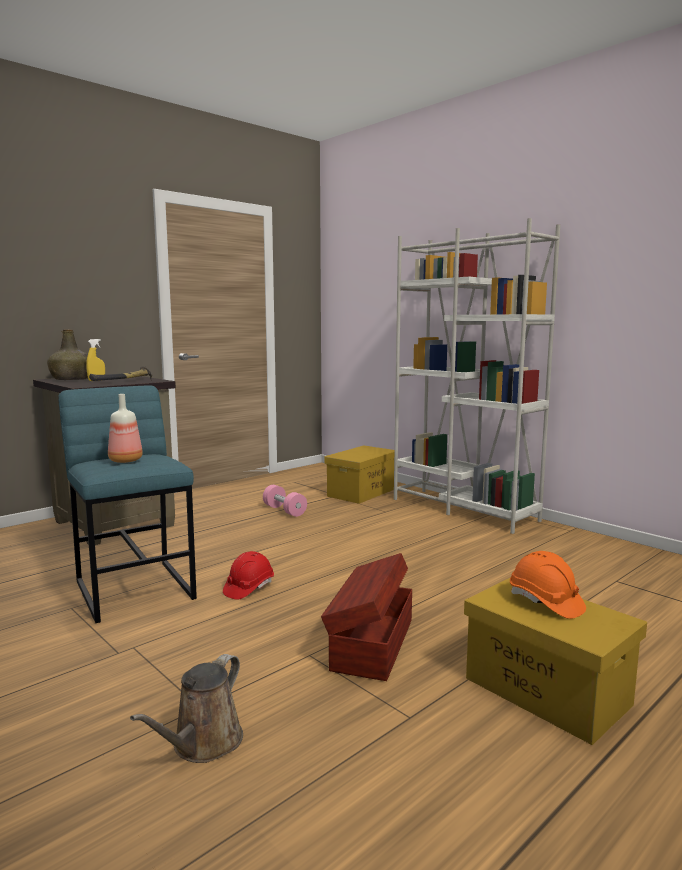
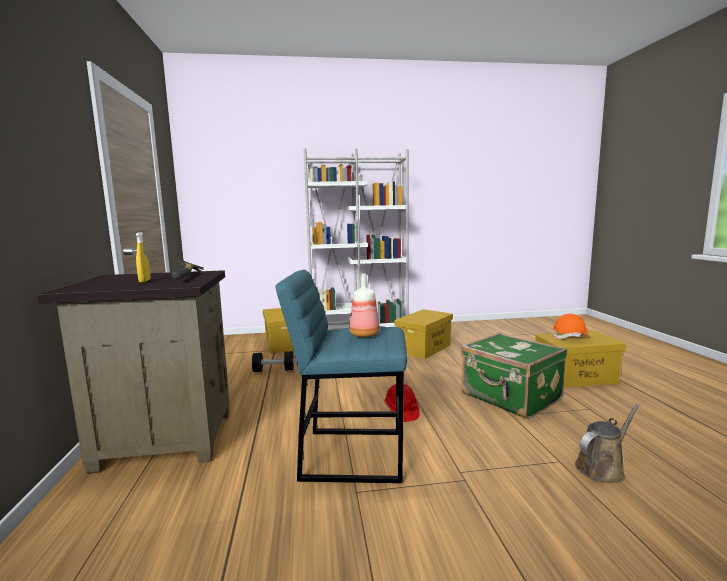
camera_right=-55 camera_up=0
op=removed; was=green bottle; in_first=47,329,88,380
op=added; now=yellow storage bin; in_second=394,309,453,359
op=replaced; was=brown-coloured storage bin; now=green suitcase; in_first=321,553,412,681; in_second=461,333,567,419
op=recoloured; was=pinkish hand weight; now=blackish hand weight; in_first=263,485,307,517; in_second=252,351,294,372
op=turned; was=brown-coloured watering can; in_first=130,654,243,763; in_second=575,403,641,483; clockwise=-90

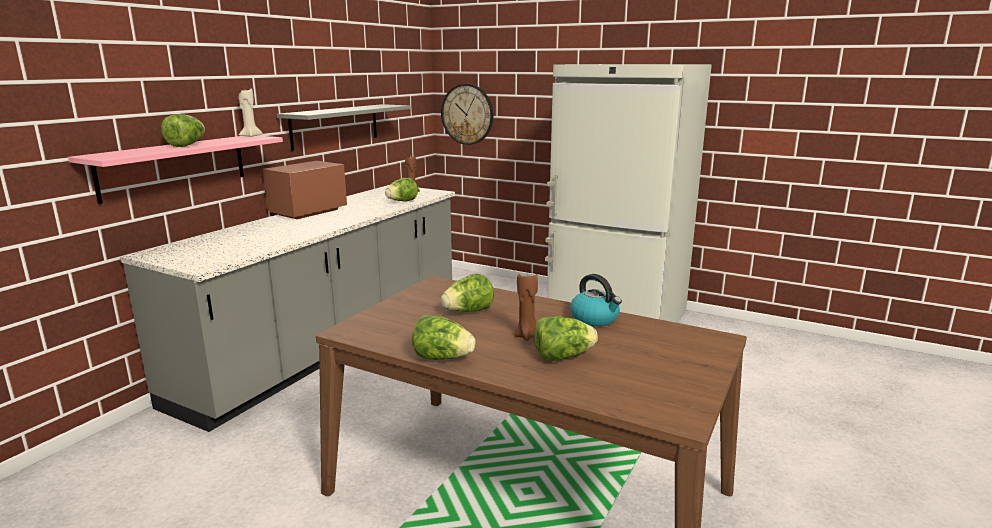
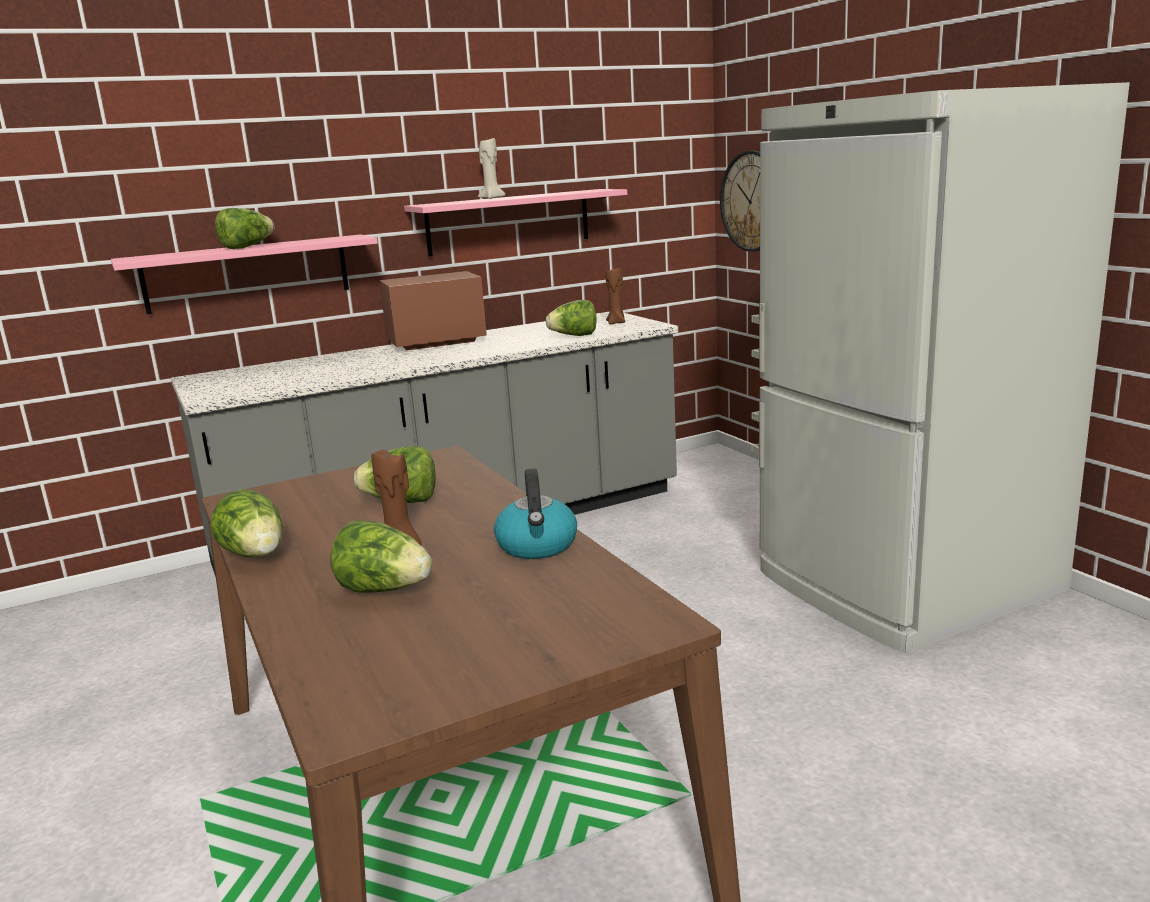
camera_right=35 camera_up=0
op=moved; was=beige candle; in_first=239,88,263,137; in_second=478,137,505,199
op=recoloured; was=gray wall shelf; now=pinkish wall shelf; in_first=277,104,410,151; in_second=404,189,627,256

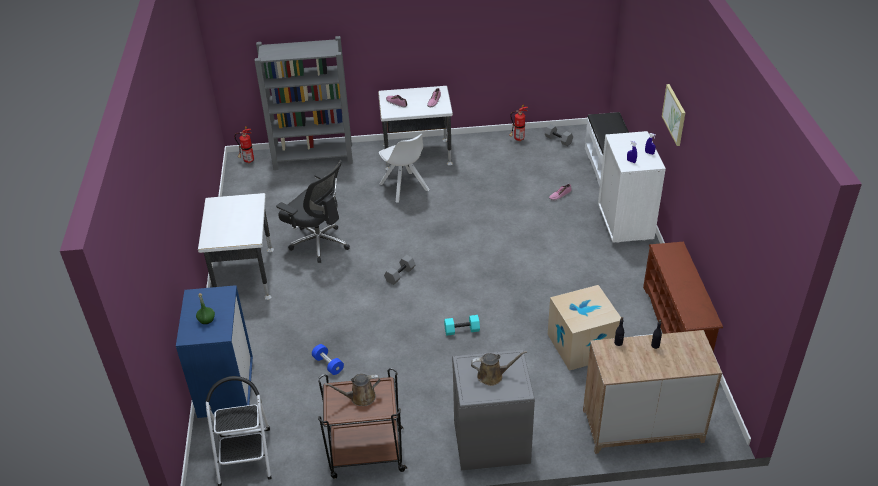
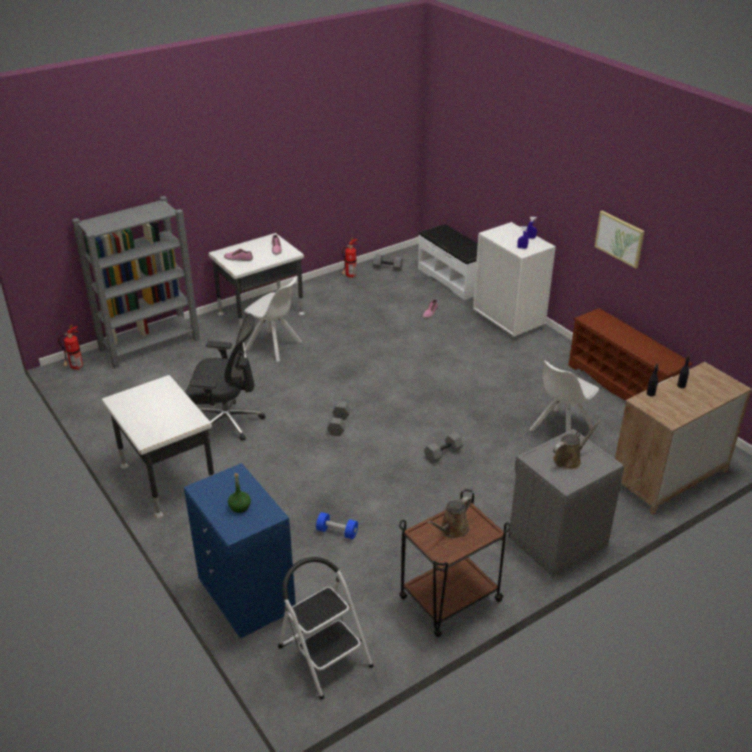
camera_right=-30 camera_up=-5
op=moved; was=picture; in_first=662,84,685,146; in_second=595,211,645,269
op=replaced; was=cardboard box; now=white-coloured upright chair; in_first=548,285,621,371; in_second=530,360,599,432
op=recoloured; was=turquoise-coloured hand weight; now=gray hand weight; in_first=444,315,480,336; in_second=424,432,463,464

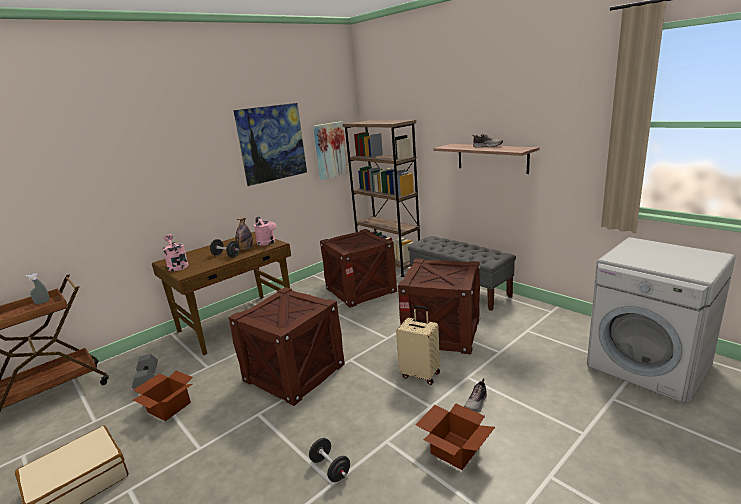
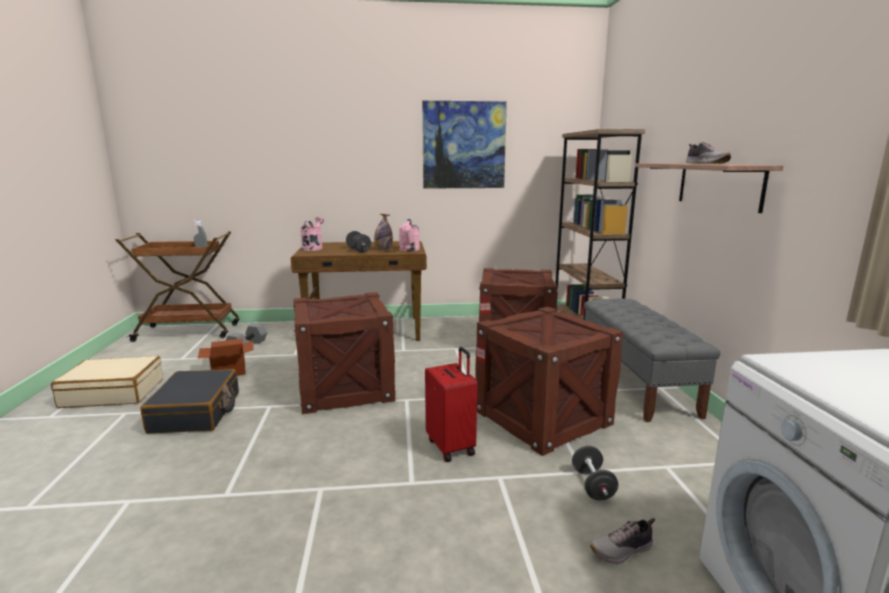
camera_right=35 camera_up=-5
op=removed; was=picture; in_first=313,121,348,180
op=removed; was=cardboard box; in_first=415,403,495,470
op=added; now=blackish suitcase; in_second=140,369,239,434
op=moved; was=blackish hand weight; in_first=309,438,350,482; in_second=572,446,618,500
op=moved; was=low shoe; in_first=464,378,487,413; in_second=590,518,655,564
op=recoloured; was=beige suitcase; now=red-coloured suitcase; in_first=396,305,440,385; in_second=425,347,477,462

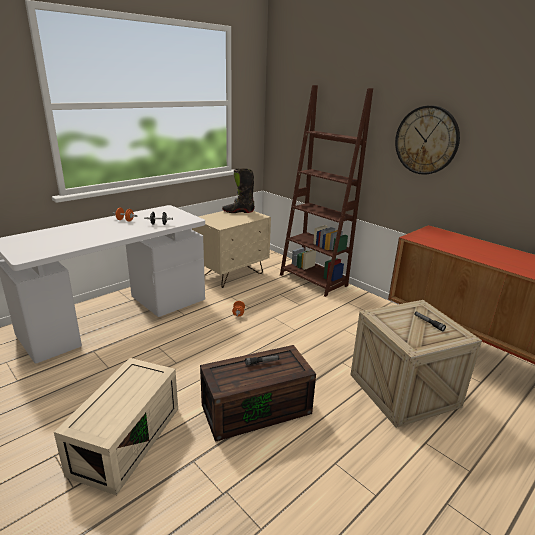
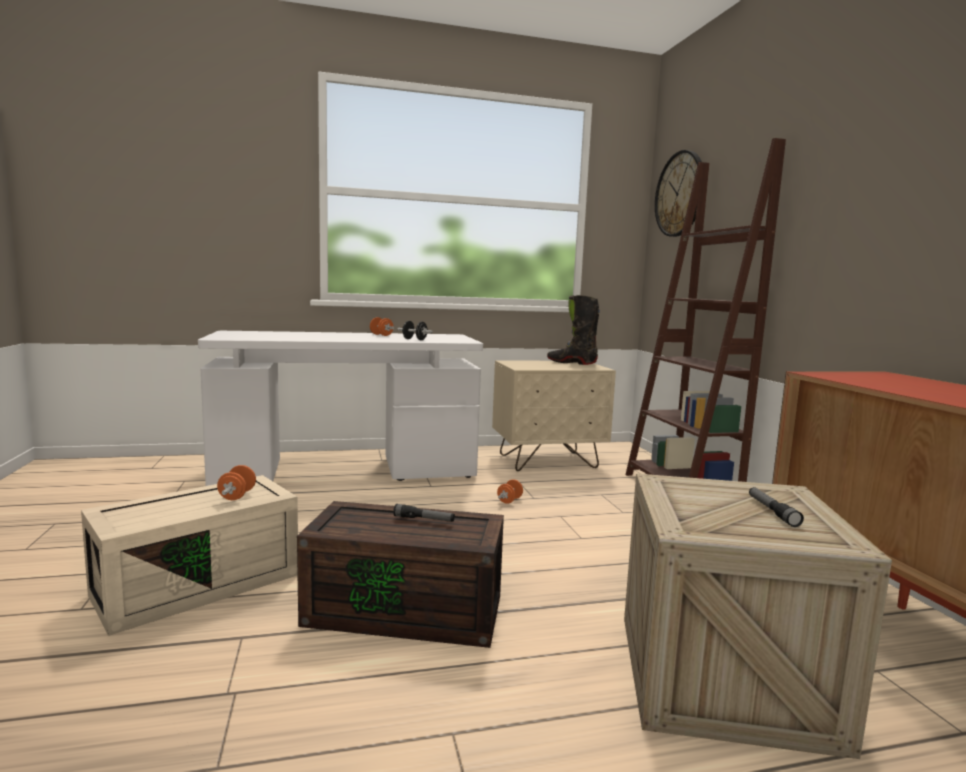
camera_right=30 camera_up=-15
op=added; now=orange hand weight; in_second=217,465,256,500
op=moved; was=clock on the wall; in_first=395,106,460,175; in_second=655,150,702,237

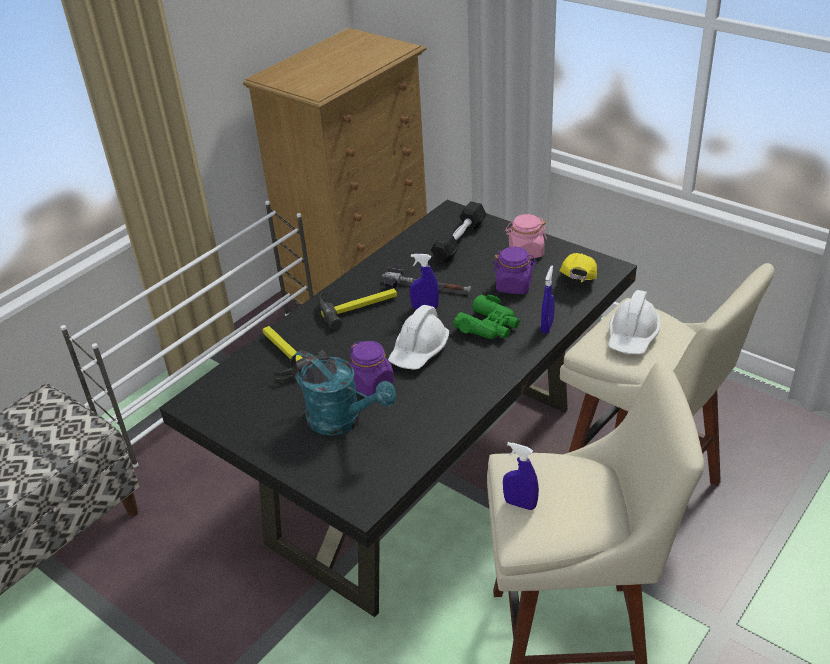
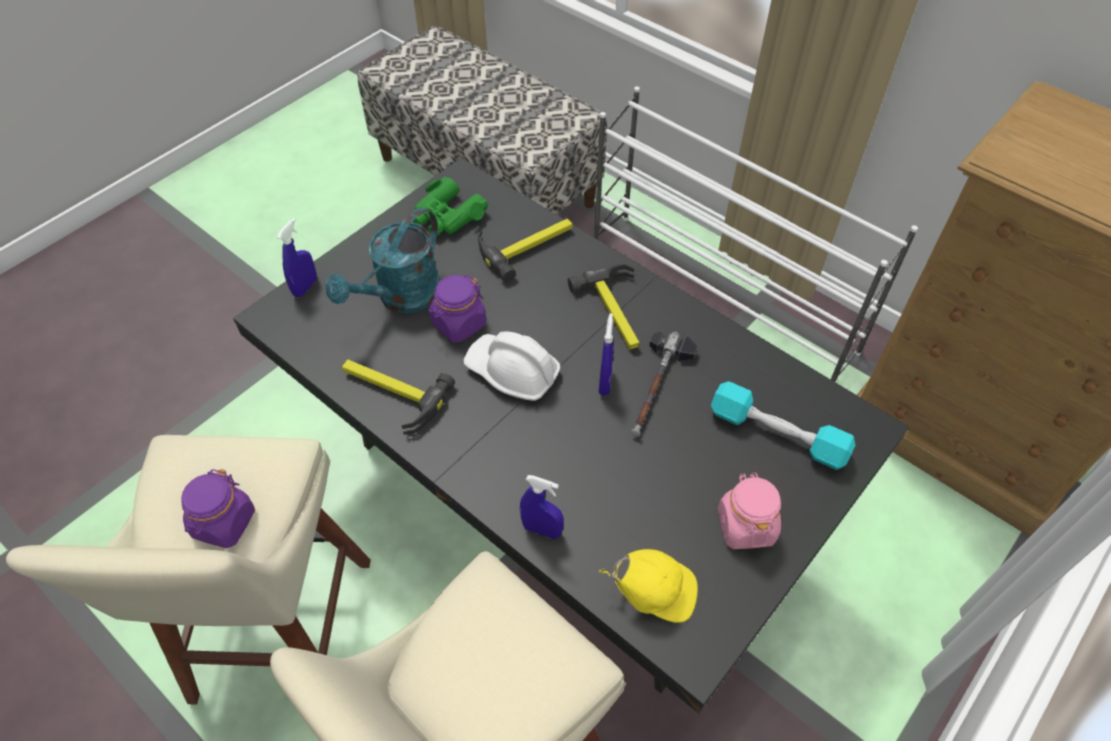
camera_right=90 camera_up=15
op=removed; was=white-coloured work helmet; in_first=609,290,660,354
op=added; now=hand hammer; in_second=342,360,455,435
op=moved; was=green binoculars; in_first=453,295,520,339; in_second=413,177,488,236
op=moved; was=purple-coloured preserve jar; in_first=493,247,537,294; in_second=181,469,255,548
op=moved; was=bluish spray bottle; in_first=503,442,539,510; in_second=277,218,317,298
op=recoloured; was=blackish hand weight; now=turquoise-coloured hand weight; in_first=431,201,487,263; in_second=711,381,855,470

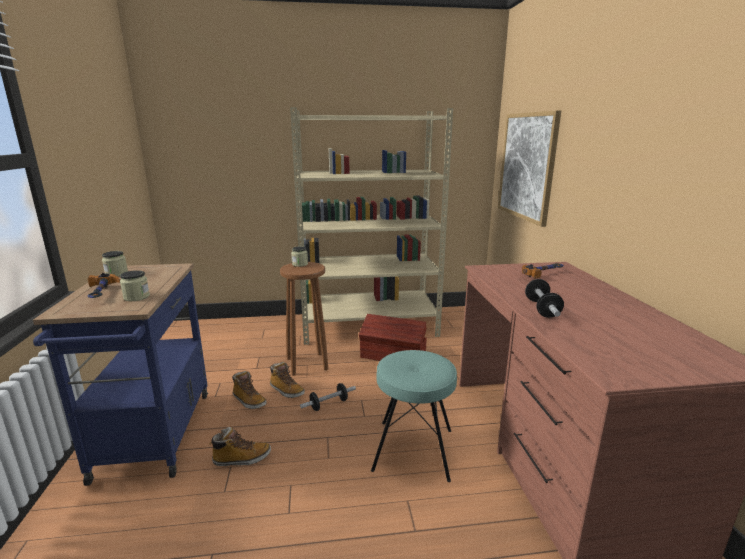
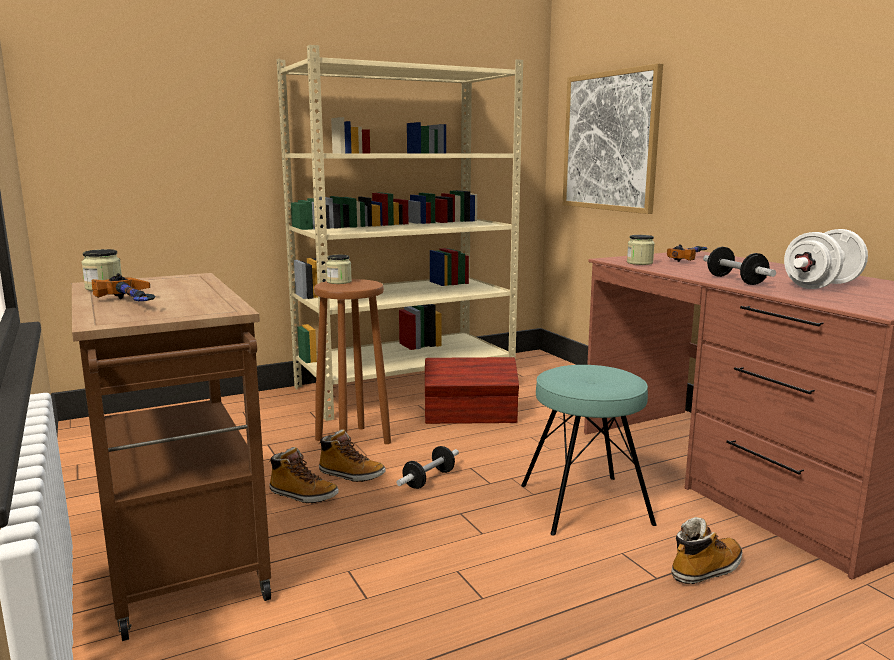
camera_right=-20 camera_up=-5
op=added; now=white-coloured hand weight; in_second=784,229,868,289
op=moved; was=preserve jar; in_first=120,270,150,301; in_second=627,235,655,265
op=moved; was=tall boot; in_first=209,427,271,466; in_second=671,517,742,584
op=recoloured; was=bluish trolley; now=brown-coloured trolley; in_first=33,263,208,486; in_second=72,273,271,641

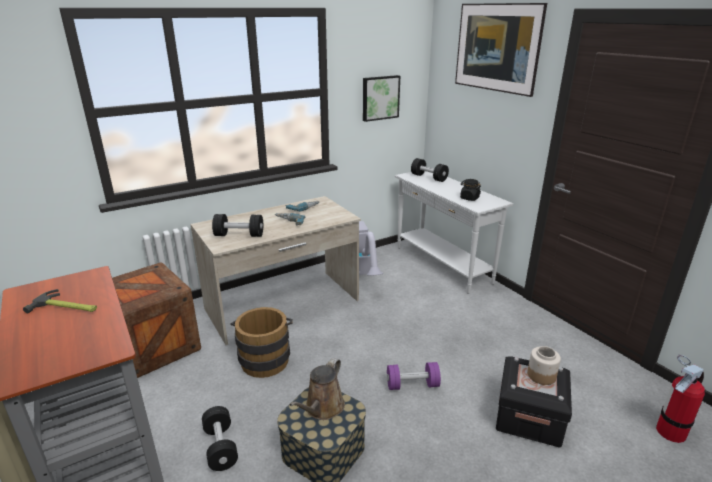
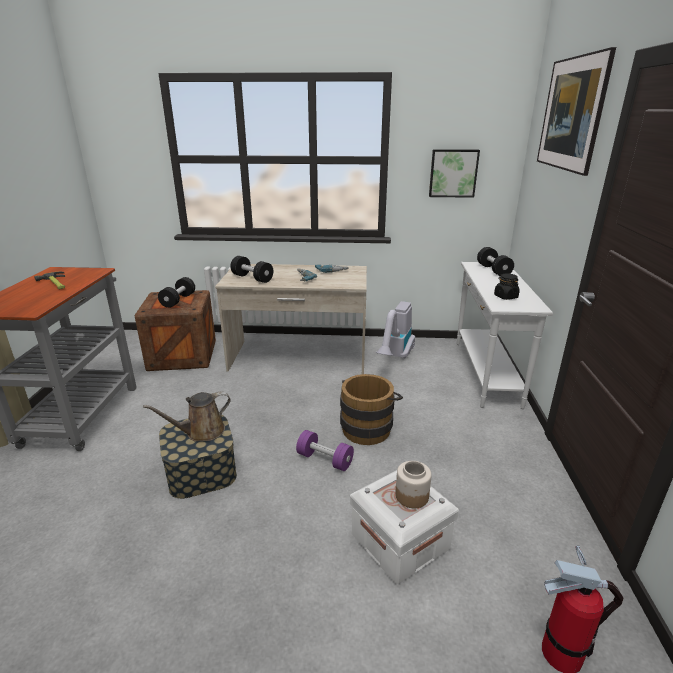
camera_right=35 camera_up=0
op=moved; was=blackish hand weight; in_first=202,406,238,471; in_second=158,277,195,308
op=moved; was=brown-coloured water bucket; in_first=230,307,293,378; in_second=340,374,403,445
op=recoloured; was=blackish storage bin; now=white-coloured storage bin; in_first=496,357,572,448; in_second=350,470,459,584

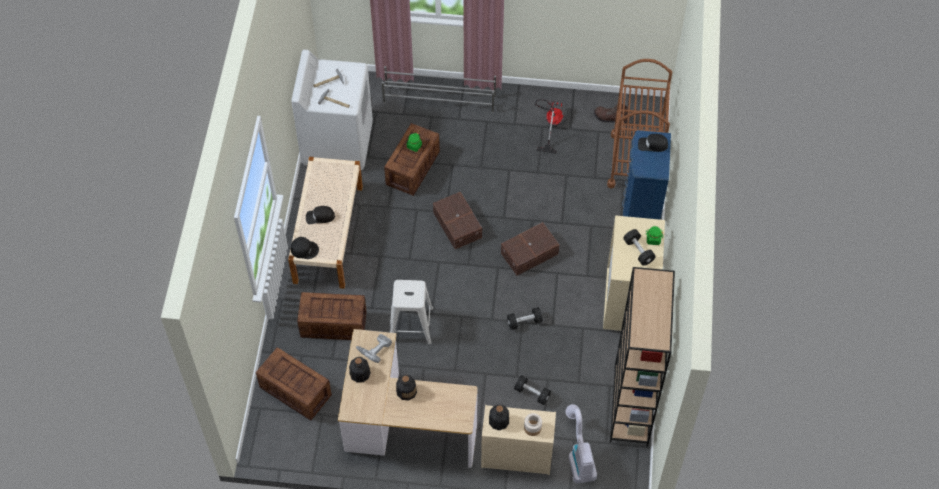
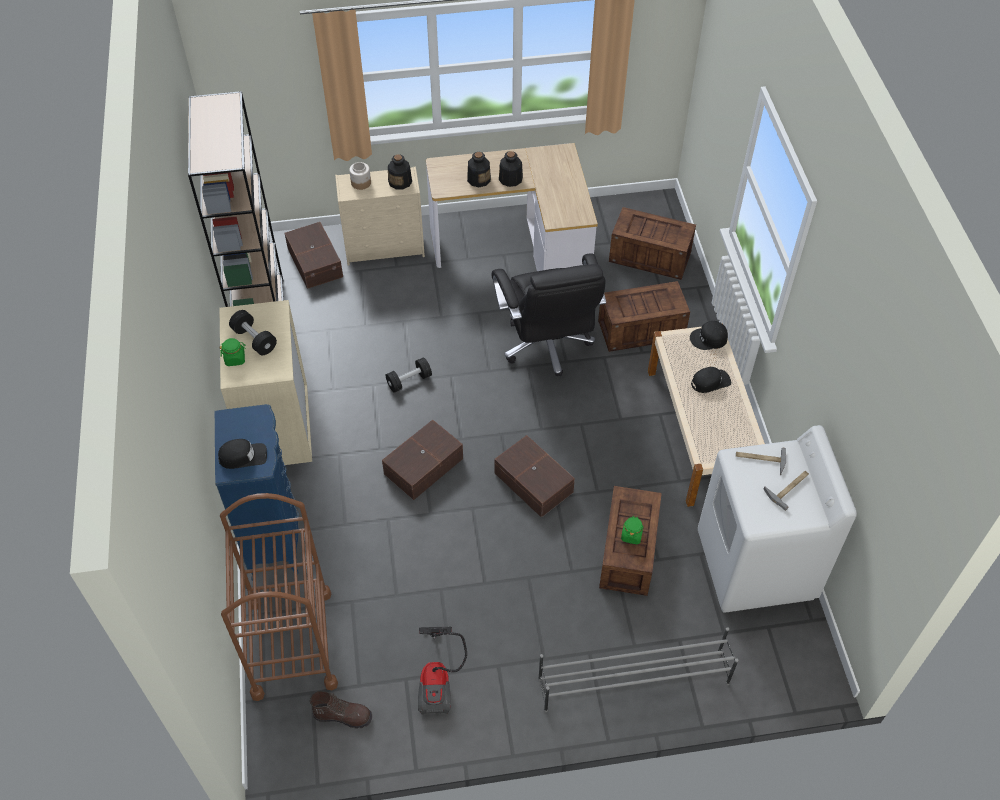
camera_right=165 camera_up=-5
op=removed; was=electric drill; in_first=356,334,392,363
op=removed; was=blackish hand weight; in_first=514,375,551,405
op=moved; was=bottle; in_first=349,357,371,383; in_second=467,152,491,187
op=replaced; was=white-coloured sitting stool; now=blackish office chair; in_first=390,280,433,344; in_second=492,253,606,376
op=replaced; was=vacuum cleaner; now=brown-coloured storage bin; in_first=566,404,597,483; in_second=285,222,343,289

